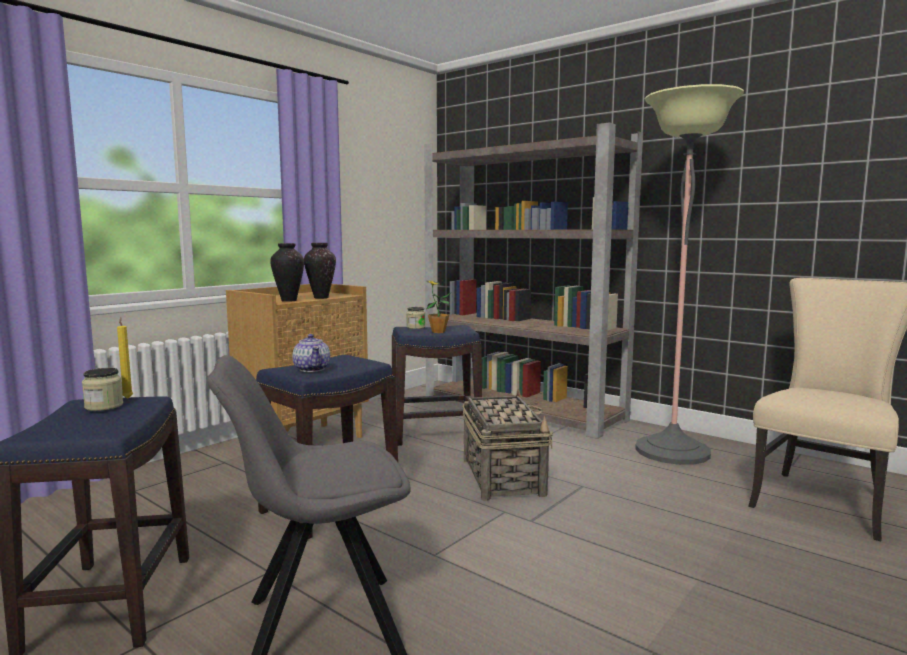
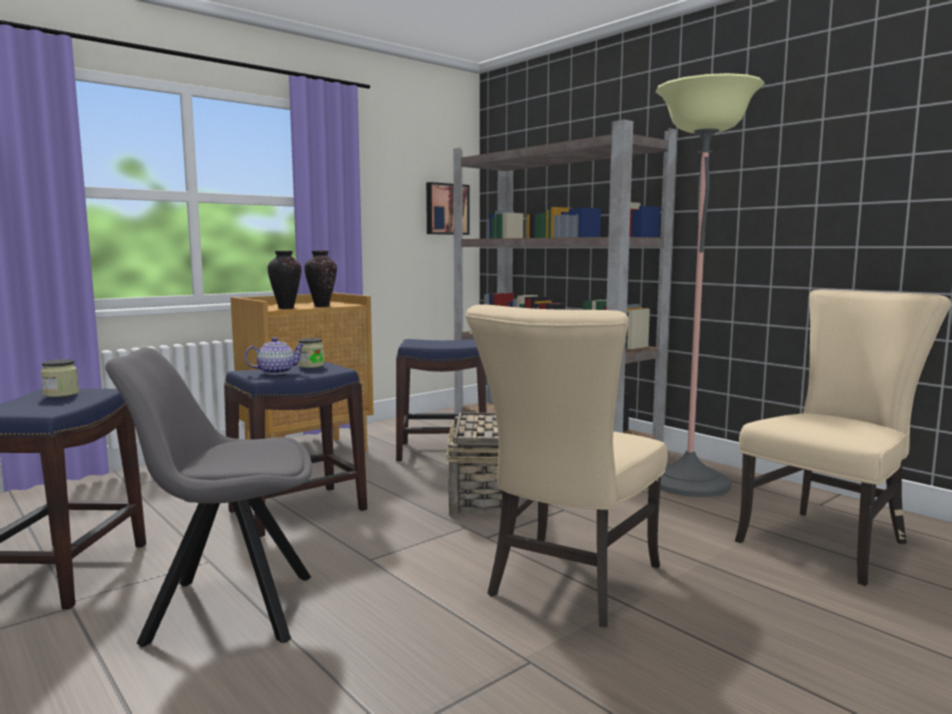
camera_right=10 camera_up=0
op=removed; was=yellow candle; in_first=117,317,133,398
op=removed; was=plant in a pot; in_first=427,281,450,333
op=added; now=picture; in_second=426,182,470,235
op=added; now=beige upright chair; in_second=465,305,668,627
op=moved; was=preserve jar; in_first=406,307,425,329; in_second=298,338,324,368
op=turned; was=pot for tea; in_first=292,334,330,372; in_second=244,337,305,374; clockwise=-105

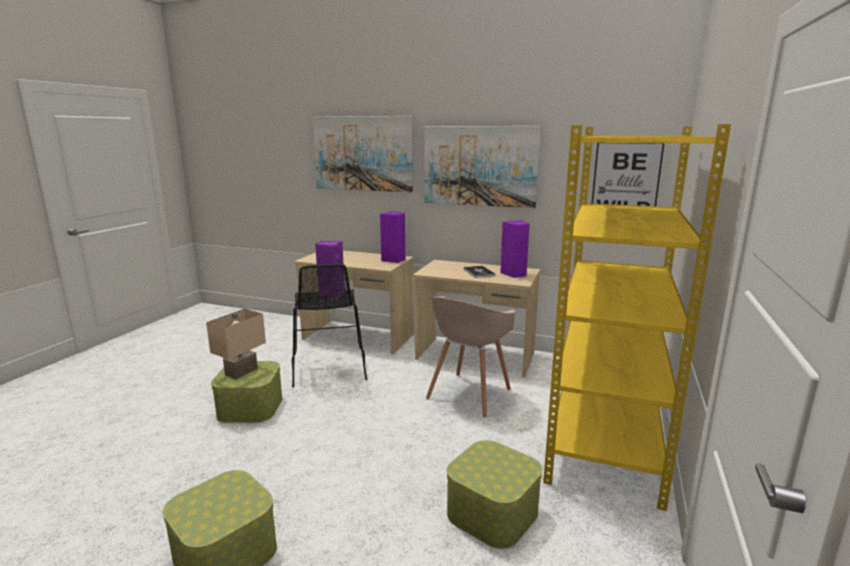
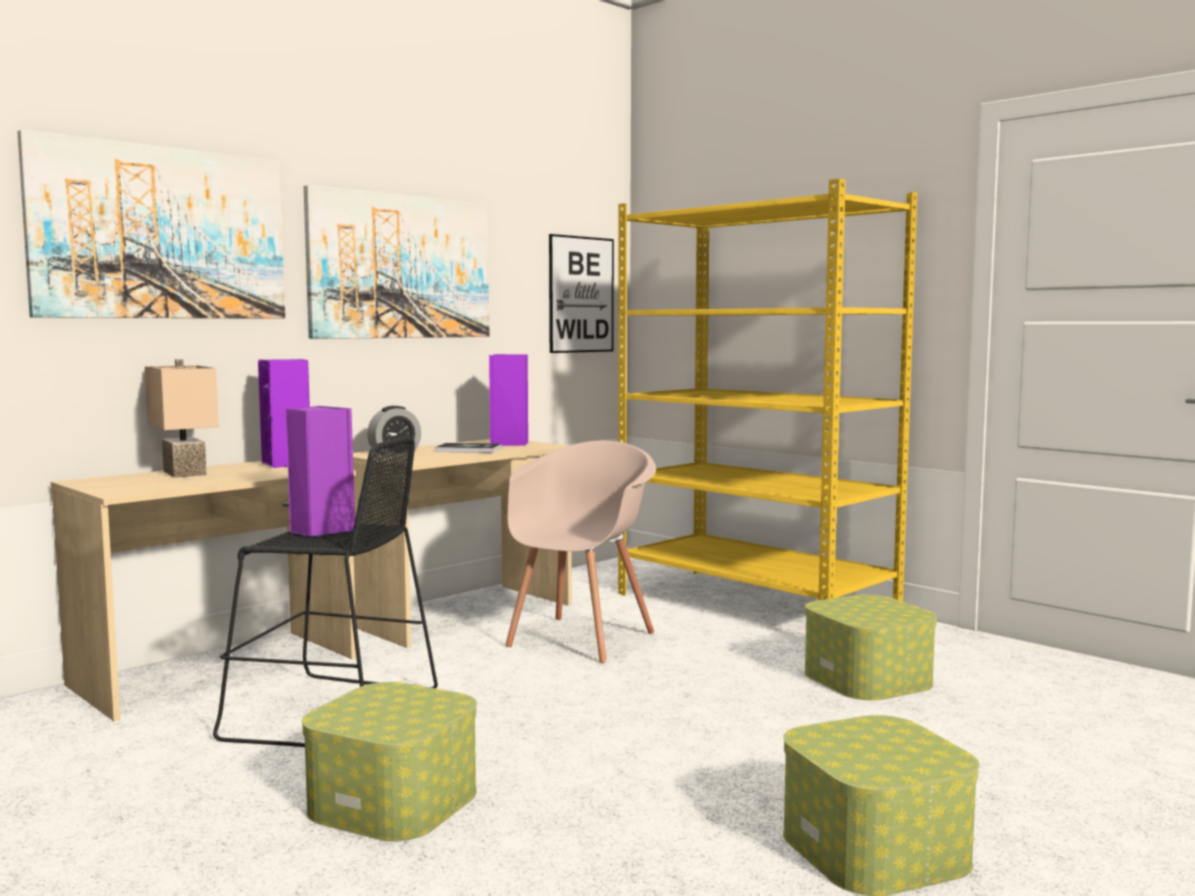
camera_right=-65 camera_up=-10
op=added; now=alarm clock; in_second=367,406,421,455
op=moved; was=beige lamp for a table; in_first=206,309,266,379; in_second=145,359,219,478
op=turned; was=beige upright chair; in_first=426,296,515,417; in_second=506,441,656,663; clockwise=-120

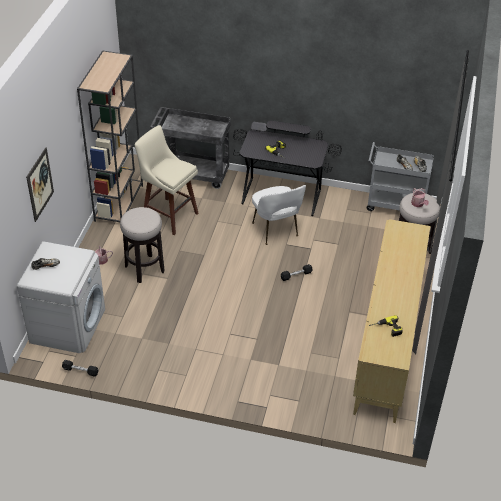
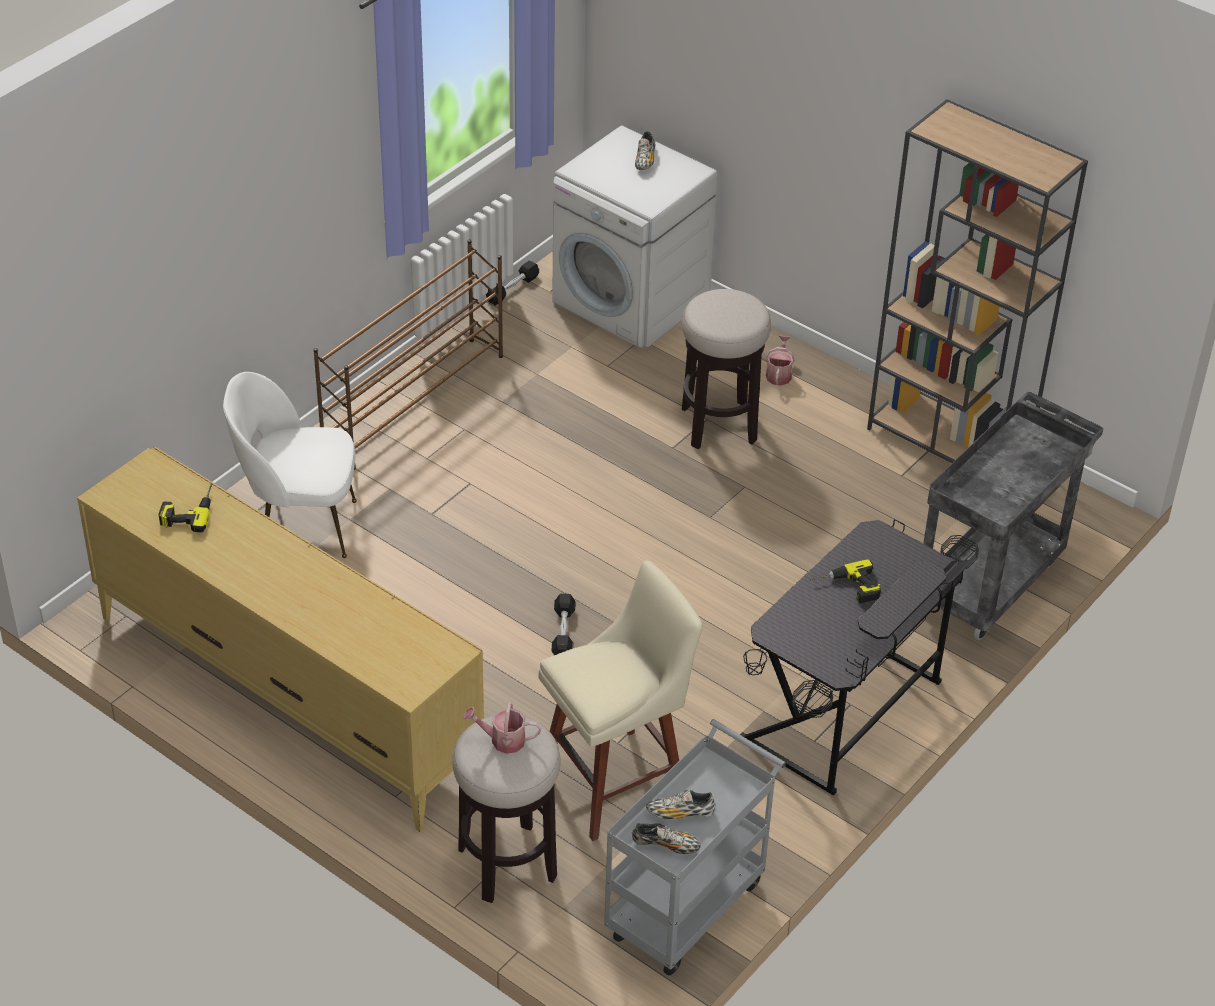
camera_right=115 camera_up=0
op=removed; was=picture; in_first=26,147,54,222
op=added; now=brown-coloured shoe shelf; in_second=313,240,503,470
op=moved; was=beige sitting stool; in_first=135,125,199,235; in_second=538,561,703,841
op=moved; was=white-coloured upright chair; in_first=252,185,306,245; in_second=223,372,357,558

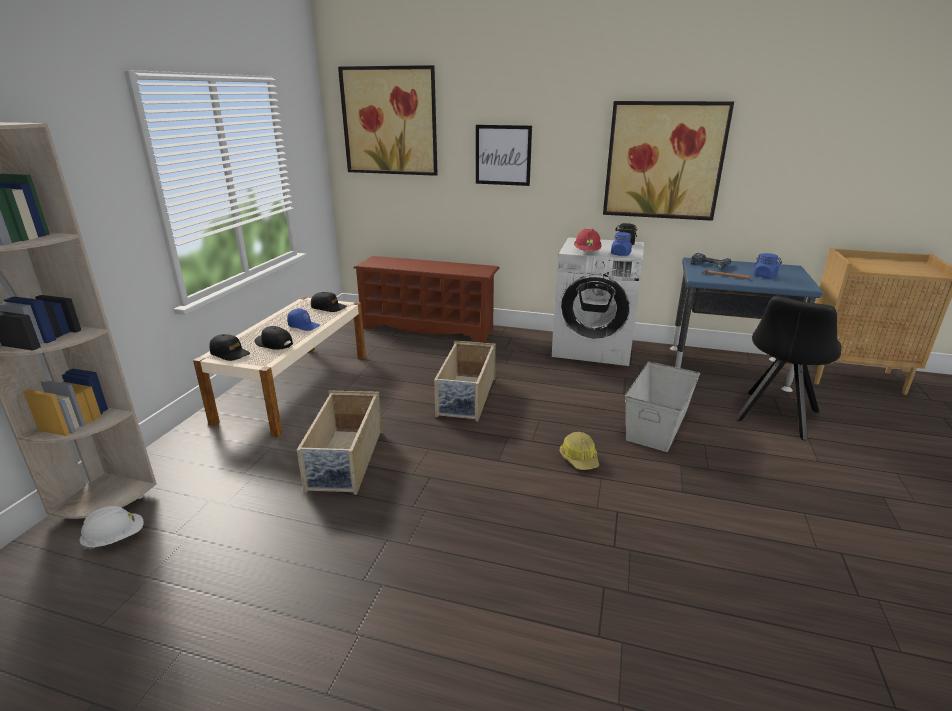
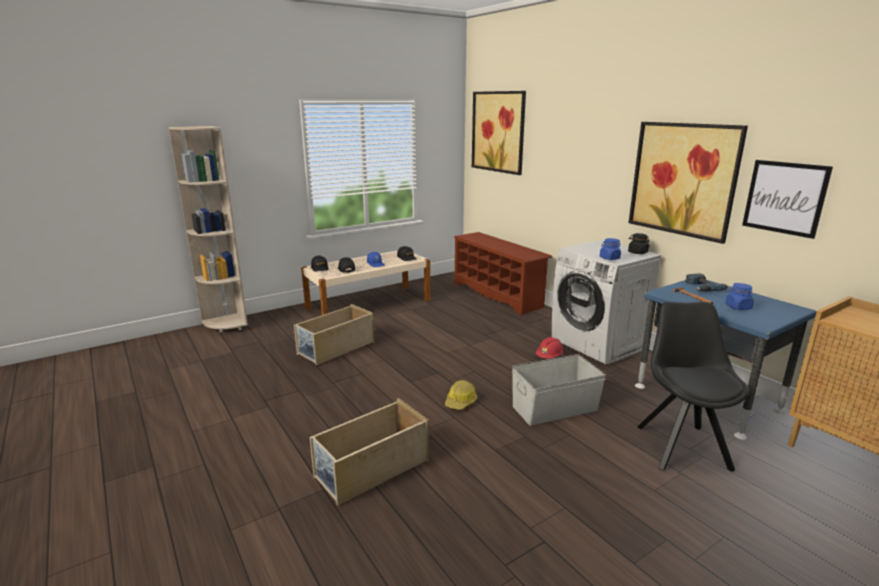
camera_right=40 camera_up=-5
op=removed; was=white-coloured work helmet; in_first=79,506,144,550
op=moved; was=beige storage bin; in_first=434,340,496,422; in_second=310,398,429,506
op=moved; was=picture; in_first=476,125,532,186; in_second=742,160,833,239
op=moved; was=red-coloured work helmet; in_first=574,229,602,251; in_second=535,337,563,359
op=turned; was=blackish upright chair; in_first=735,296,841,440; in_second=637,302,749,472; clockwise=105

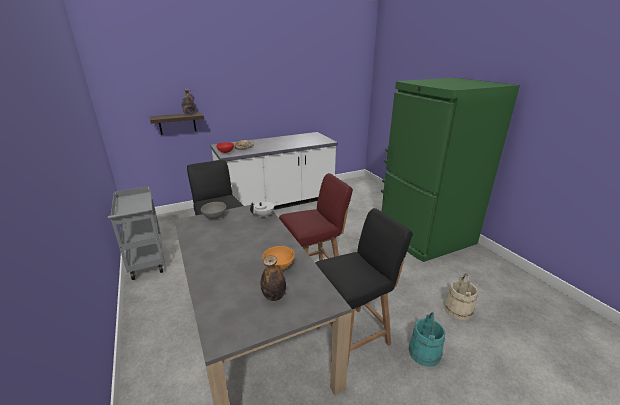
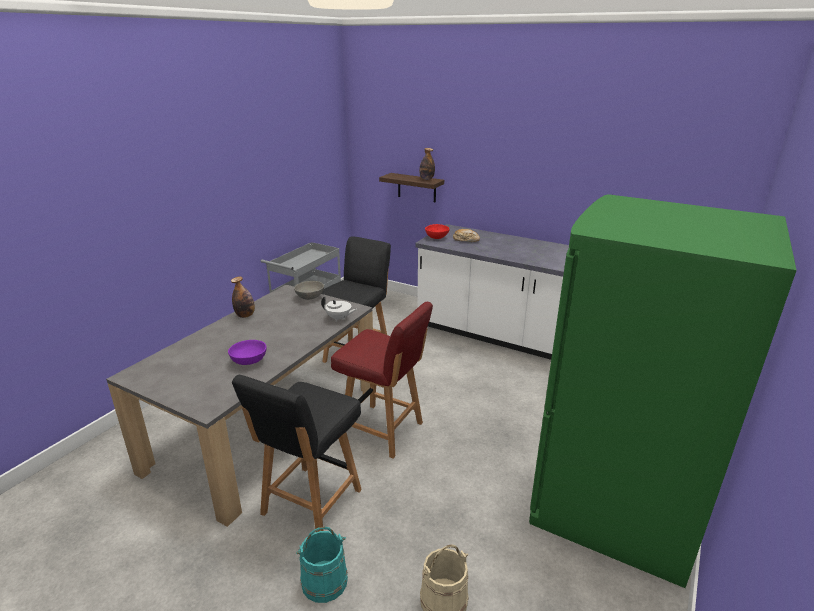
camera_right=55 camera_up=0
op=moved; was=bottle; in_first=261,255,286,301; in_second=231,276,255,318
op=recoloured; was=orange bowl; now=purple-coloured bowl; in_first=262,246,295,271; in_second=228,340,267,365
op=turned; was=blackish upright chair; in_first=315,208,413,367; in_second=232,375,362,532; clockwise=90

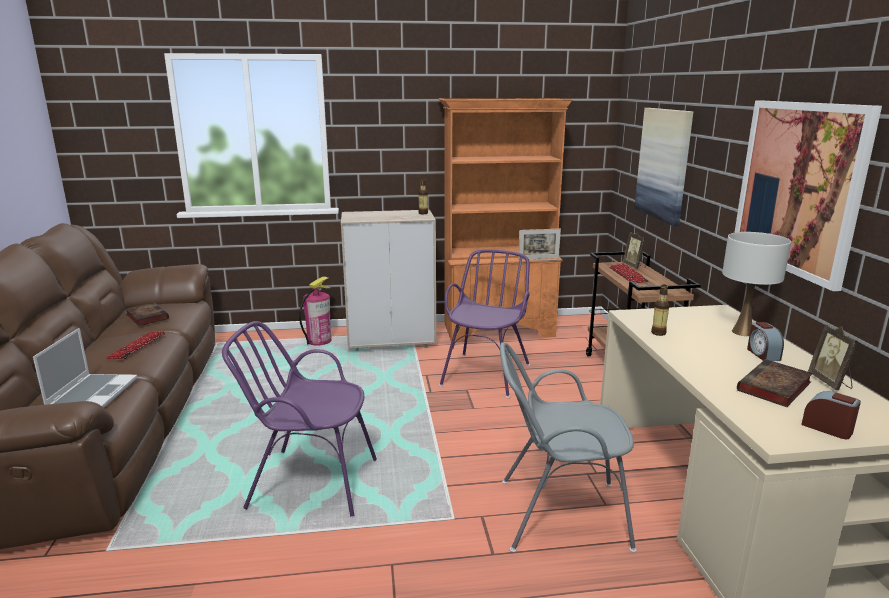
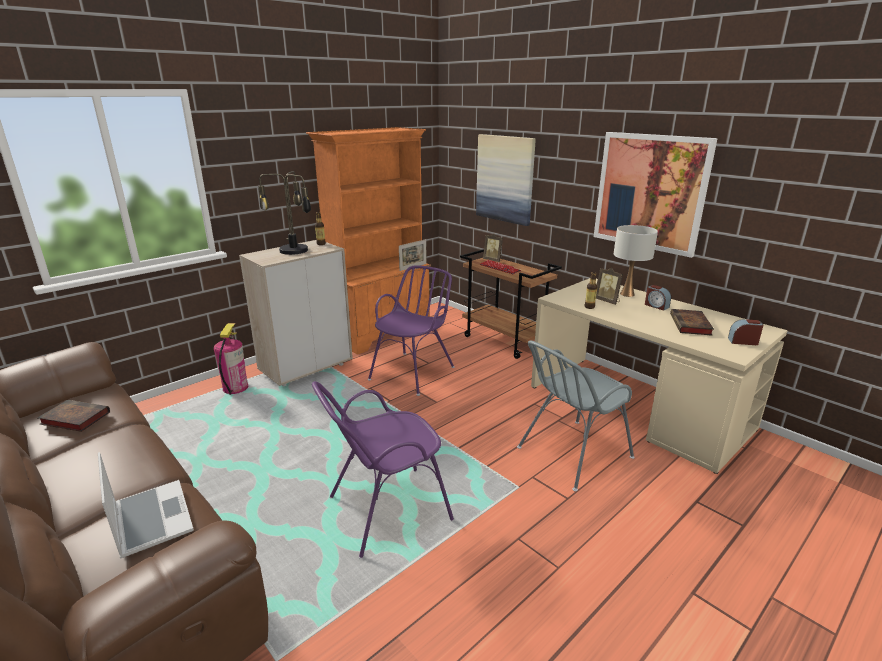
camera_right=-35 camera_up=5
op=removed; was=keyboard; in_first=107,331,165,359
op=added; now=lamp for a table; in_second=258,171,311,255
op=moved; was=photo frame; in_first=808,324,858,390; in_second=596,268,623,305
op=turned; was=purple-coloured upright chair; in_first=439,249,530,398; in_second=368,265,455,396; clockwise=45

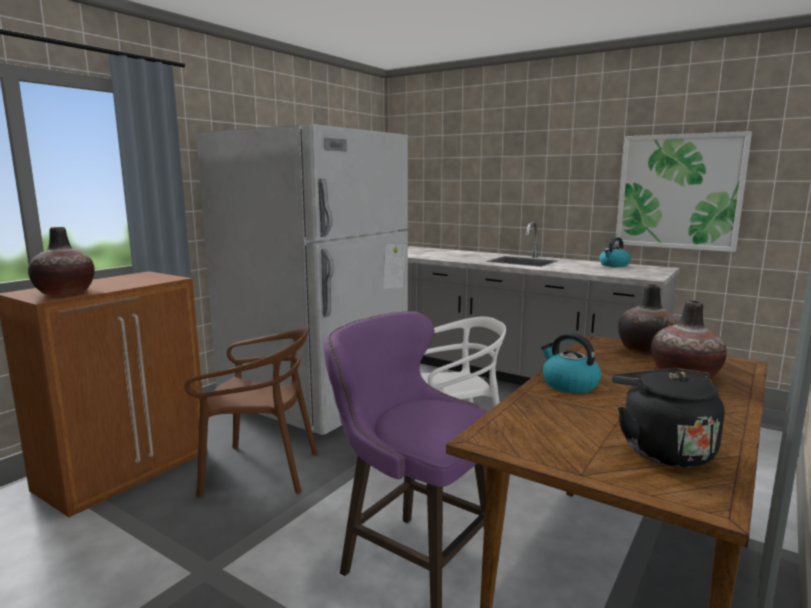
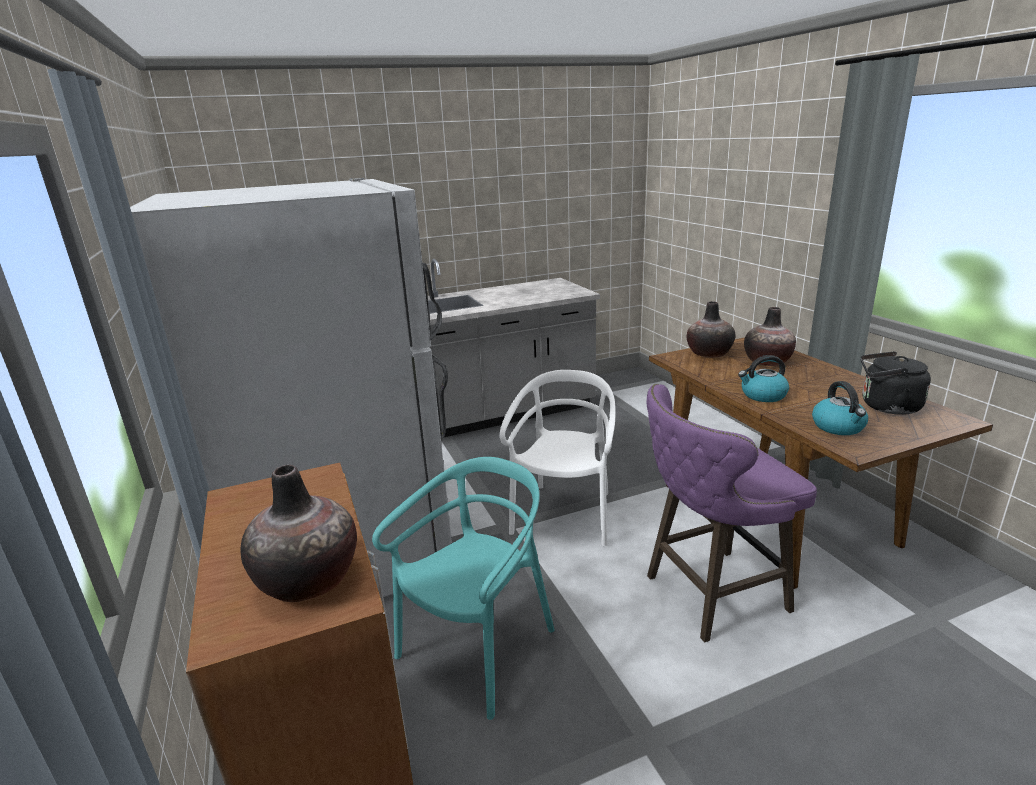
camera_right=-55 camera_up=10
op=removed; was=picture; in_first=616,131,752,252
op=moved; was=kettle; in_first=599,237,631,267; in_second=812,381,868,435
op=recoloured; was=brown-coloured upright chair; now=turquoise-coloured upright chair; in_first=185,328,317,497; in_second=372,457,555,720

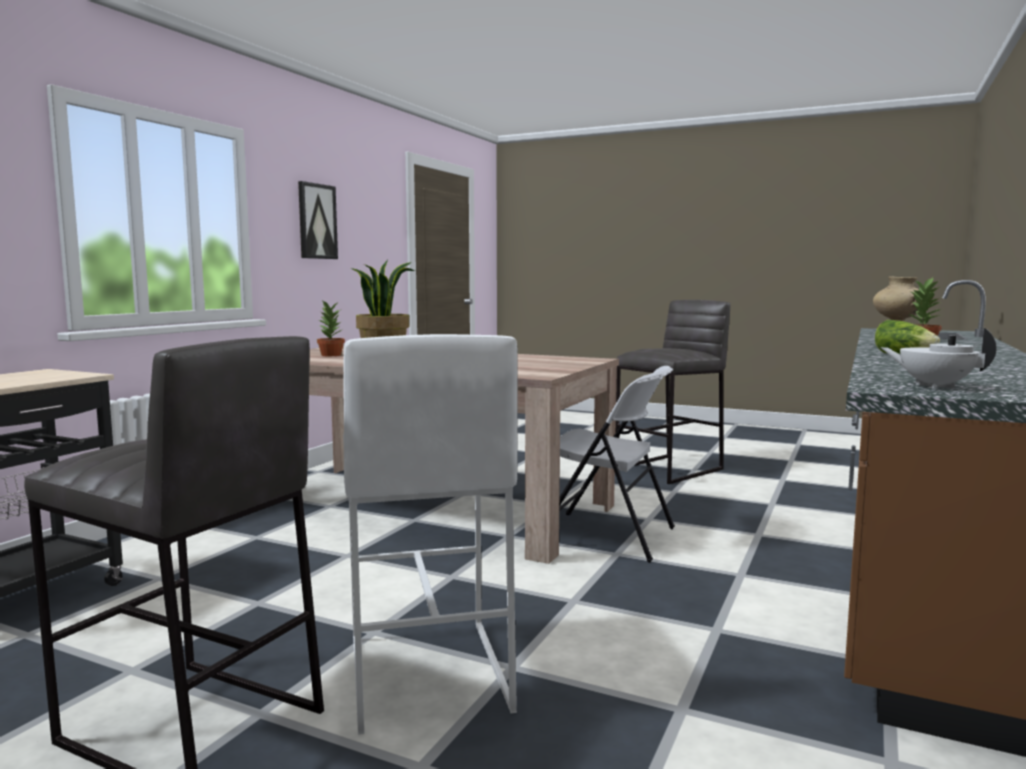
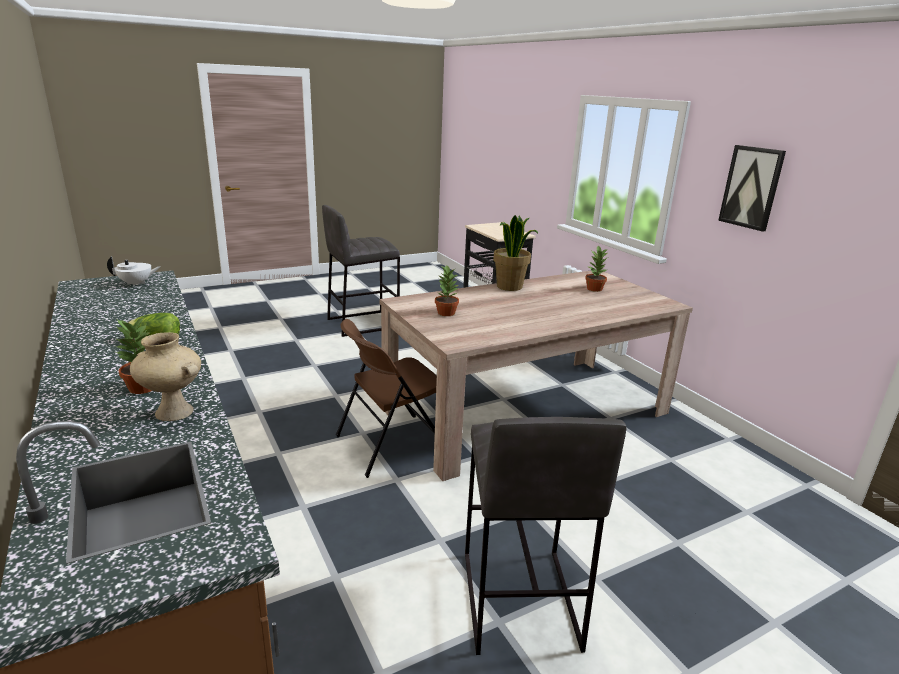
camera_right=125 camera_up=15
op=removed; was=white-coloured sitting stool; in_first=343,334,518,735
op=added; now=plant in a pot; in_second=435,266,459,316
op=recoloured; was=white-coloured upright chair; now=brown-coloured upright chair; in_first=559,366,675,563; in_second=336,319,437,478

